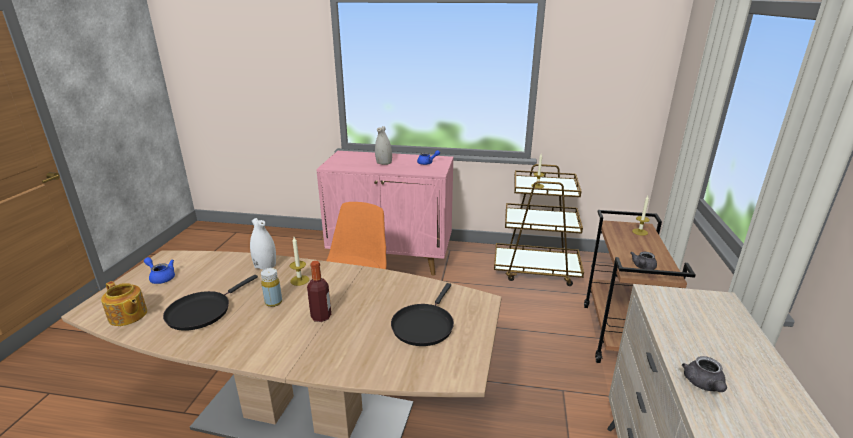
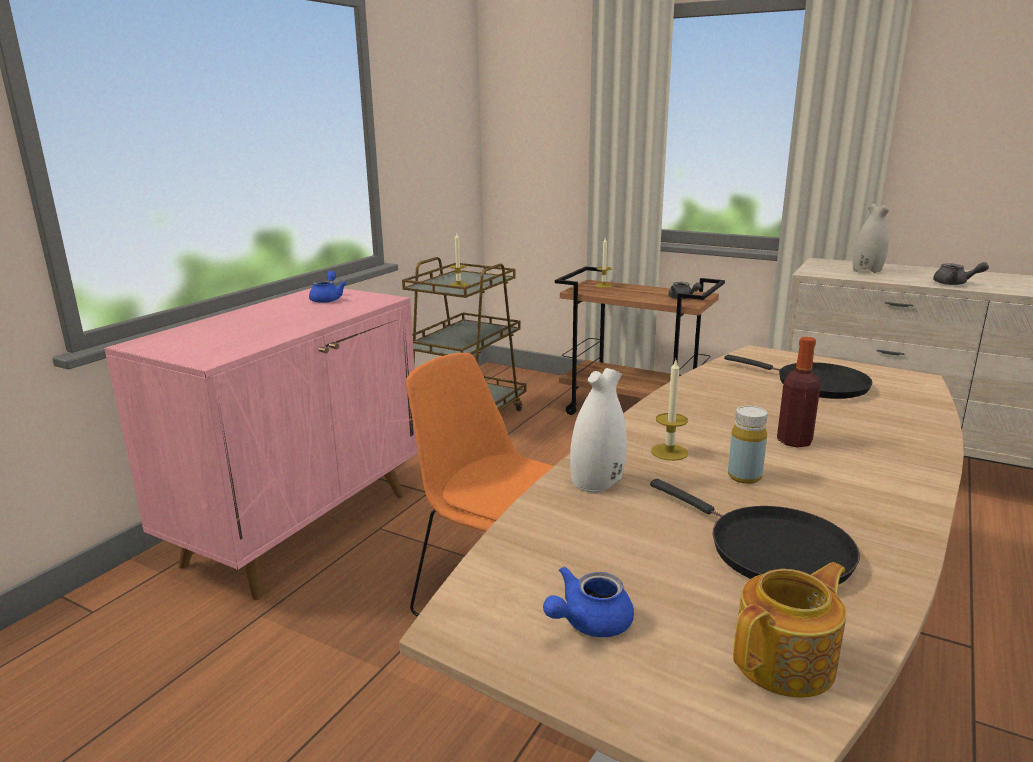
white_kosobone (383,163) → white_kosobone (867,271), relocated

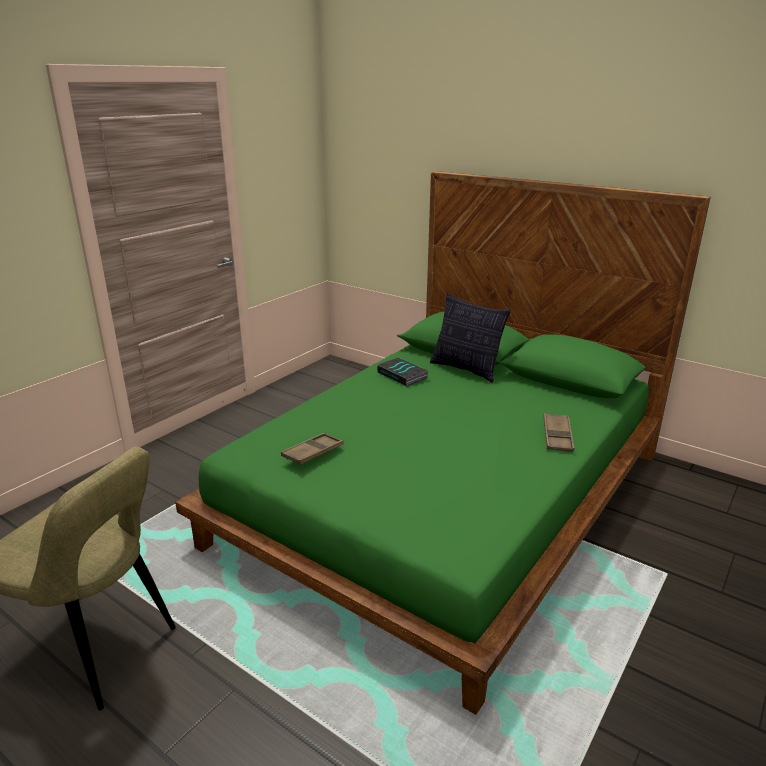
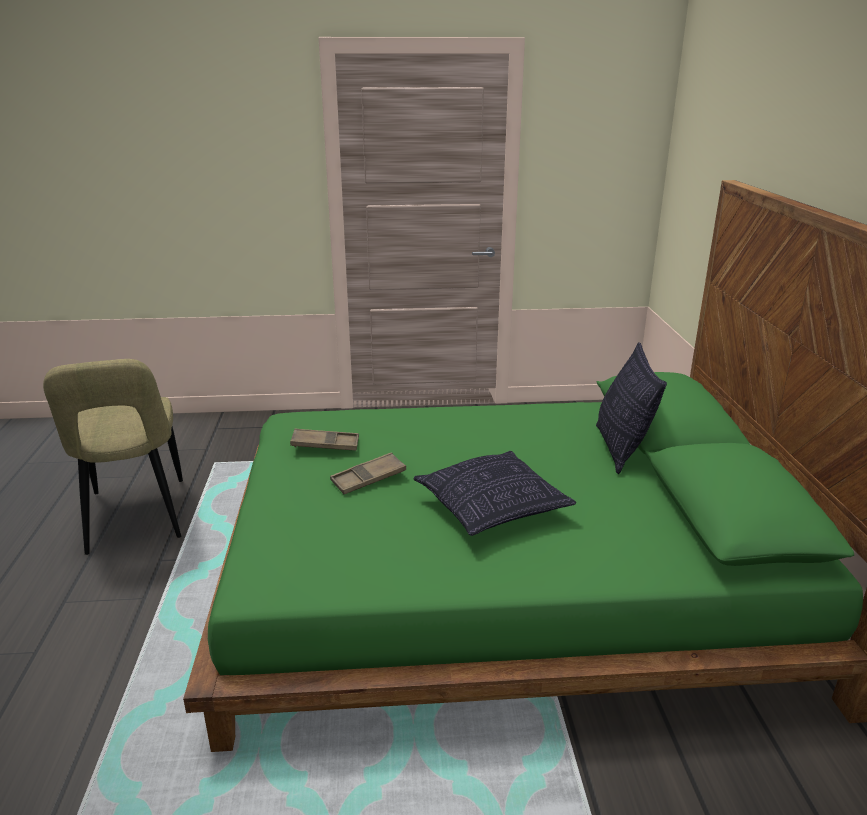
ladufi (403,375) → -
- → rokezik (491,508)
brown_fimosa (557,436) → brown_fimosa (368,478), relocated

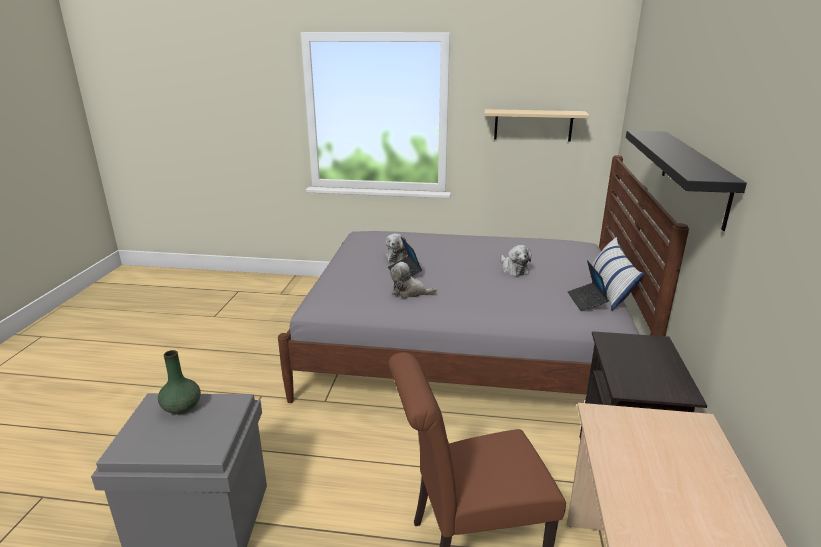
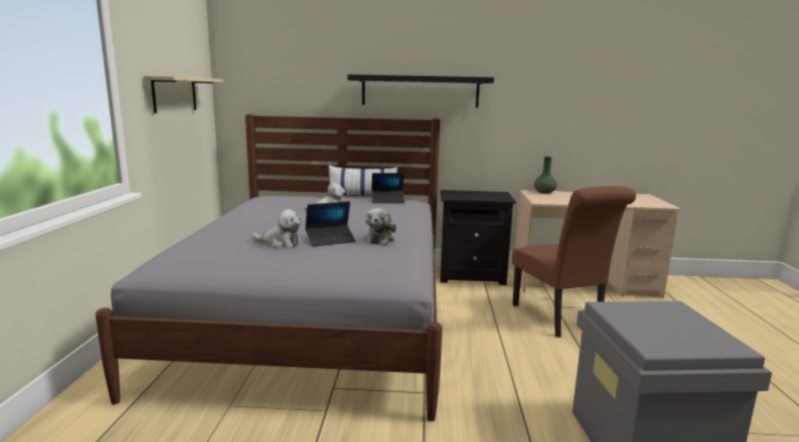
green_kosobone (181,407) → green_kosobone (544,192), relocated

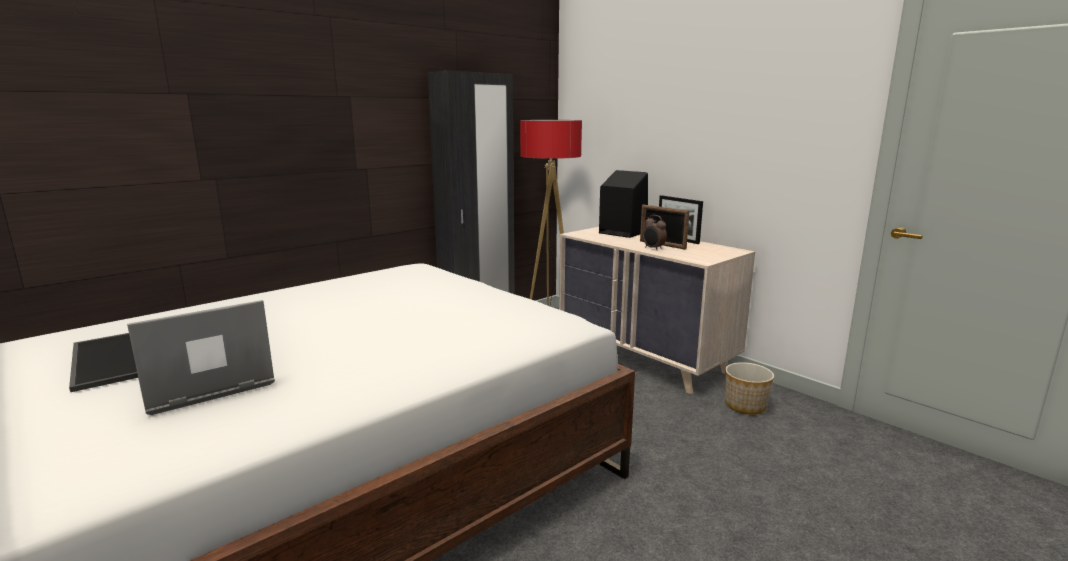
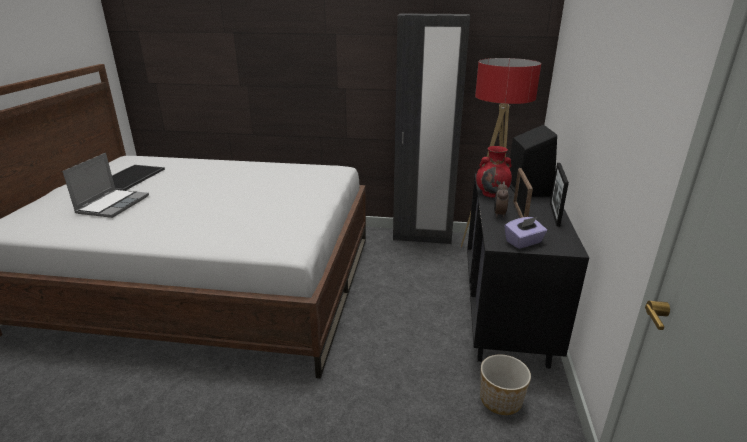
- → red_kosobone (492,193)
- → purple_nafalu (523,242)
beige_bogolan (645,358) → black_bogolan (505,313)
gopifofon (205,386) → gopifofon (113,204), 90 degrees clockwise

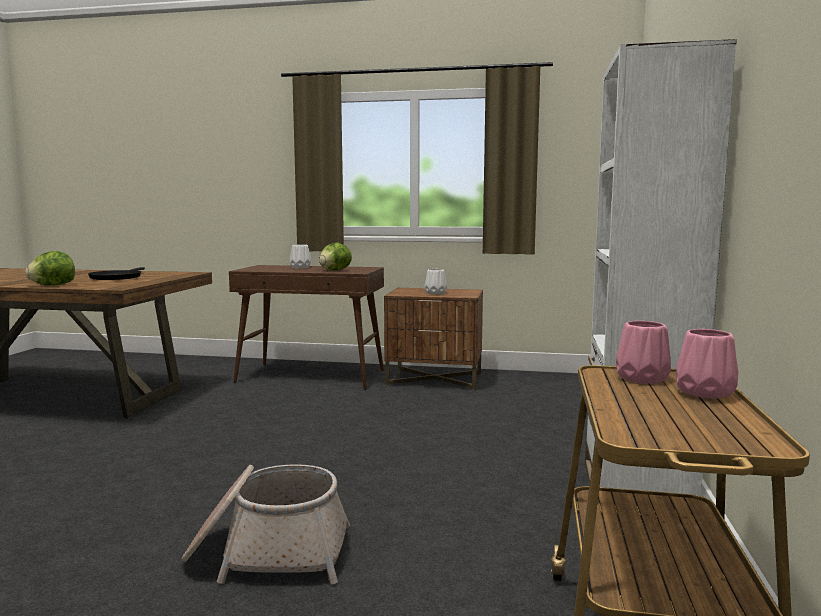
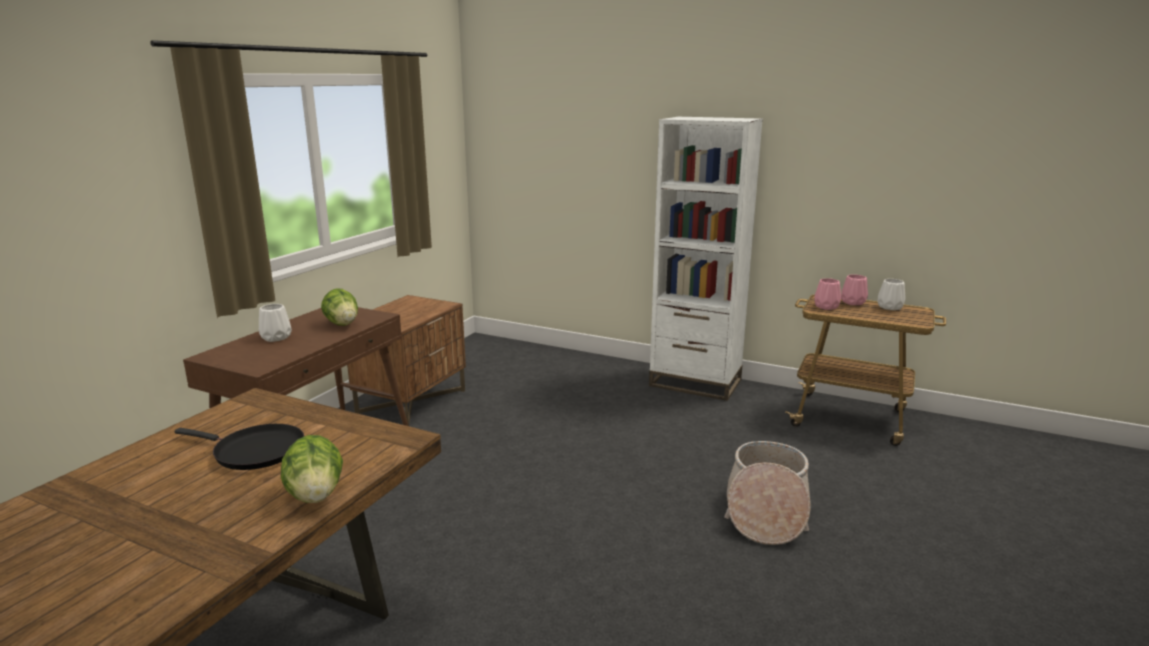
white_kosobone (436,293) → white_kosobone (889,307), relocated

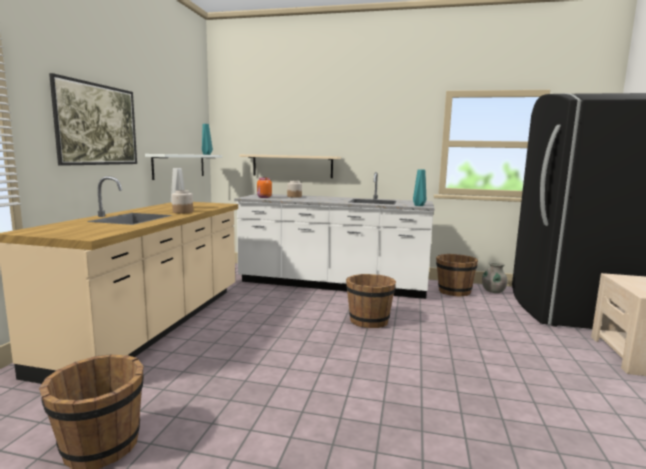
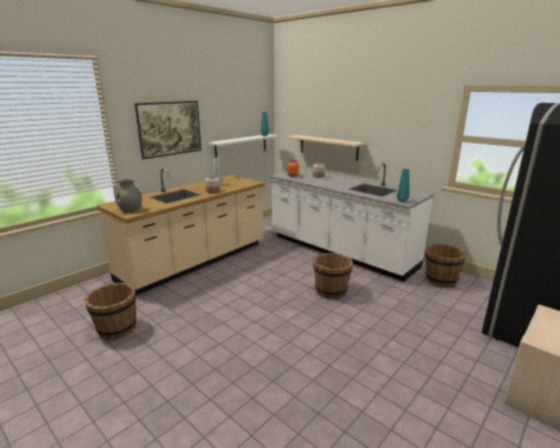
grey_kosobone (493,291) → grey_kosobone (130,209), relocated

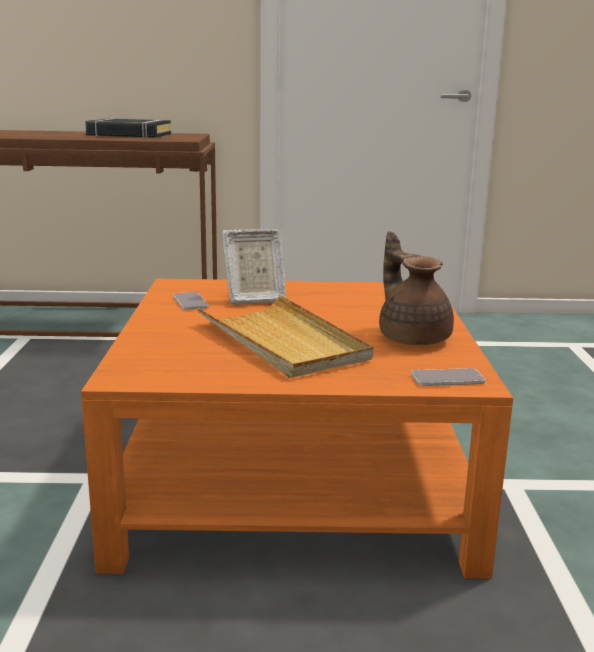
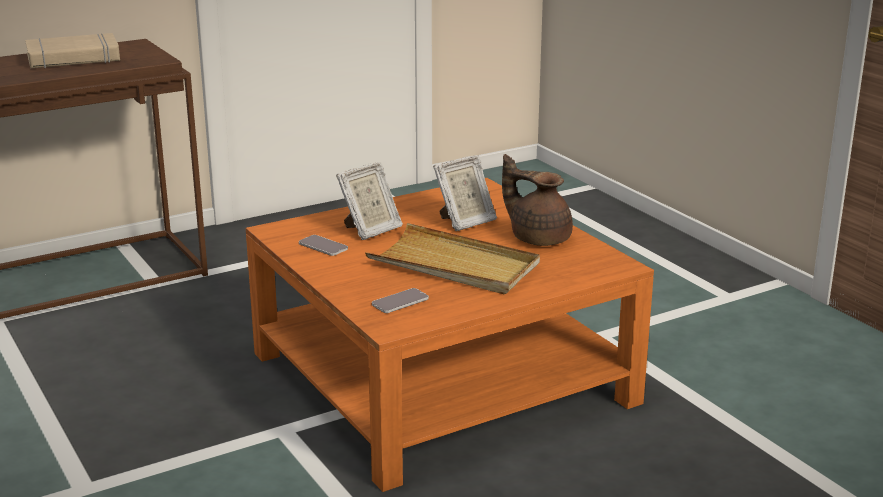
- → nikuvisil (465,222)
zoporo (447,379) → zoporo (400,302), relocated
black_ladufi (129,135) → beige_ladufi (73,59)

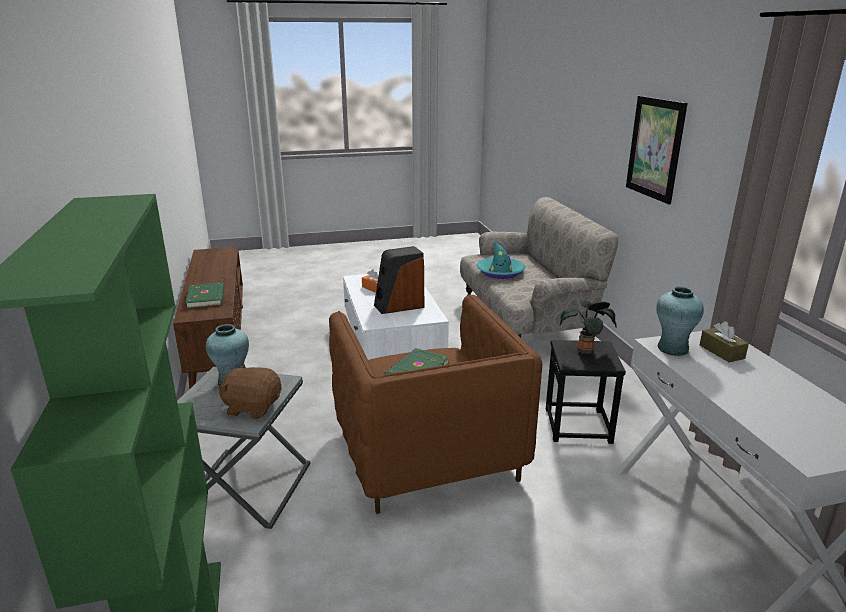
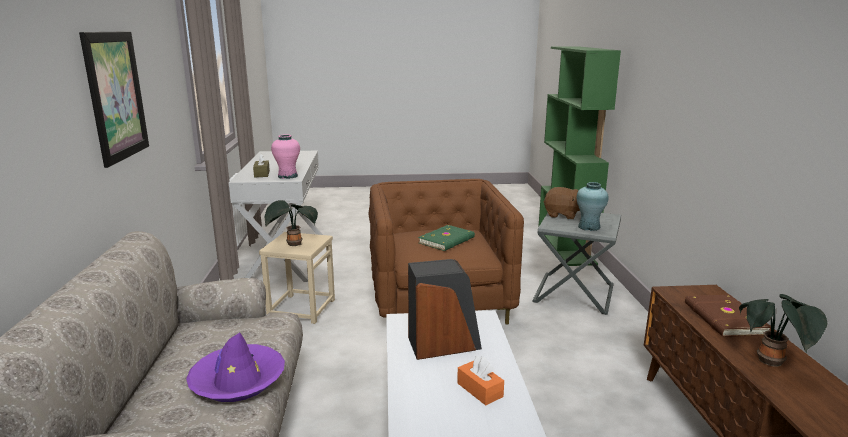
- → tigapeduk (772,363)
green_ladufi (207,297) → brown_ladufi (723,319)
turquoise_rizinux (500,272) → purple_rizinux (238,381)
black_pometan (578,425) → beige_pometan (301,308)
turquoise_kosobone (672,348) → pink_kosobone (288,176)

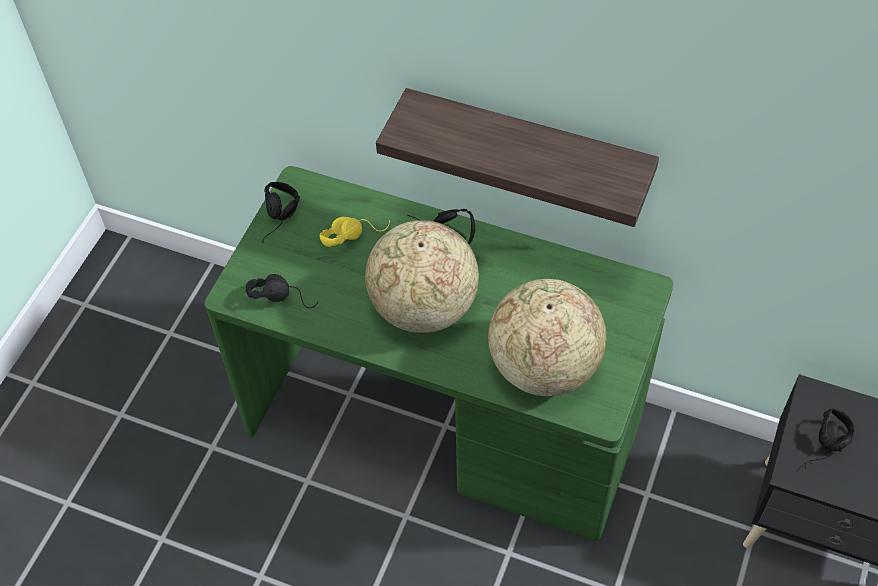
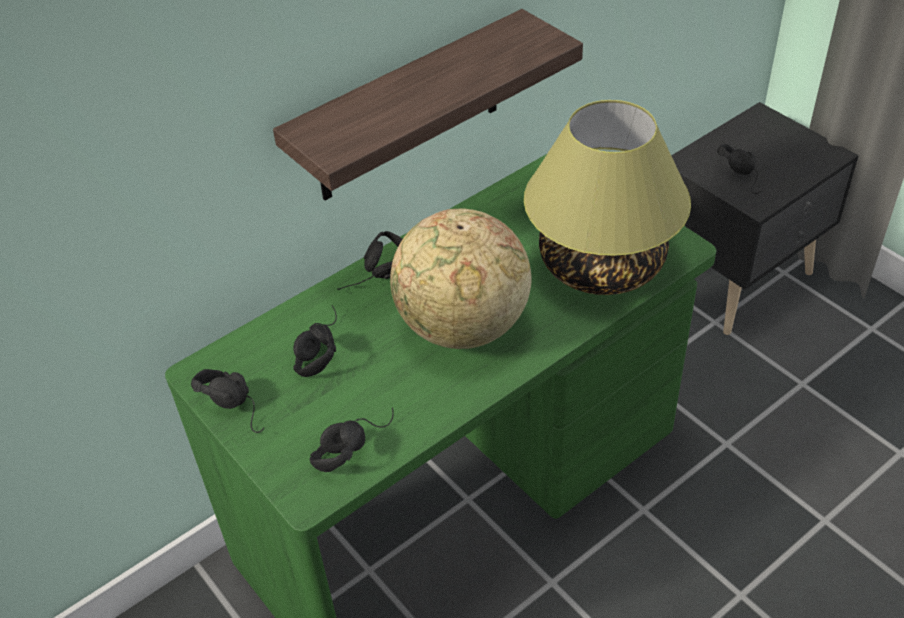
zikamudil (543,366) → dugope (600,265)
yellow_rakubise (353,234) → black_rakubise (316,348)

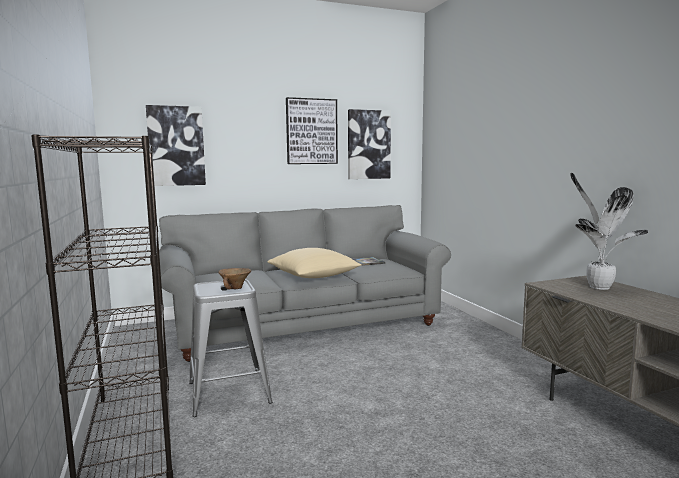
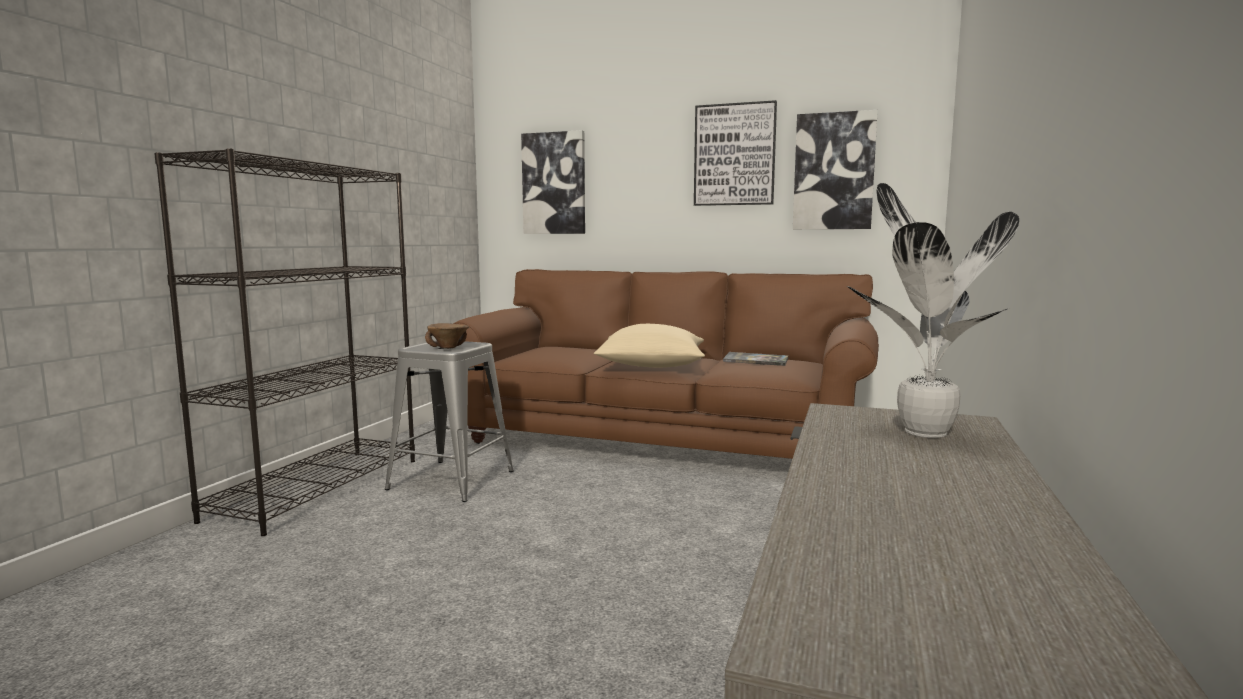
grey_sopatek (303,323) → brown_sopatek (663,438)

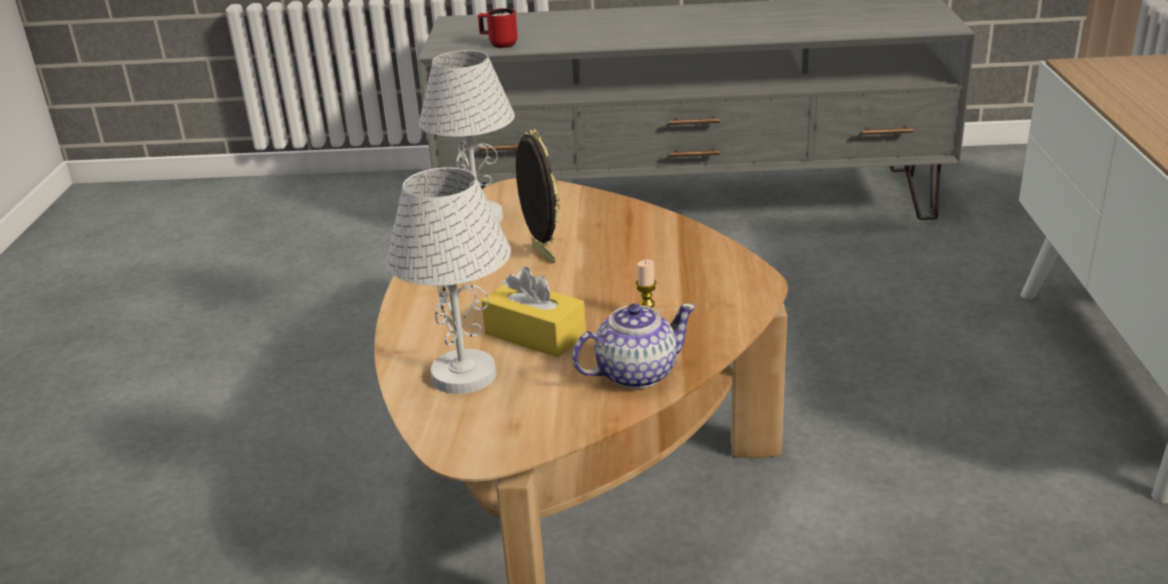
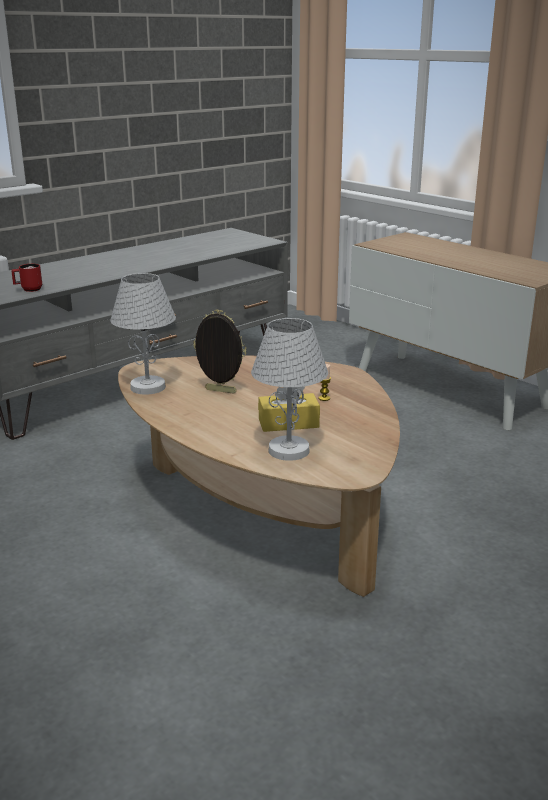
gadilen (635,373) → -

